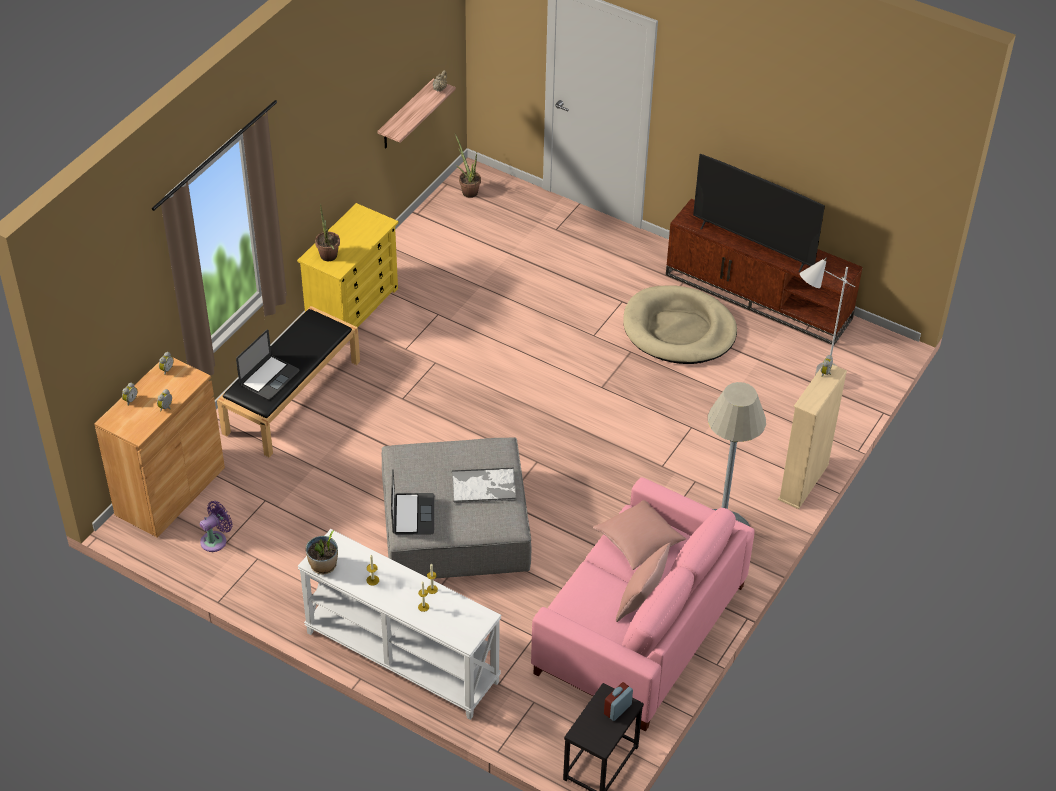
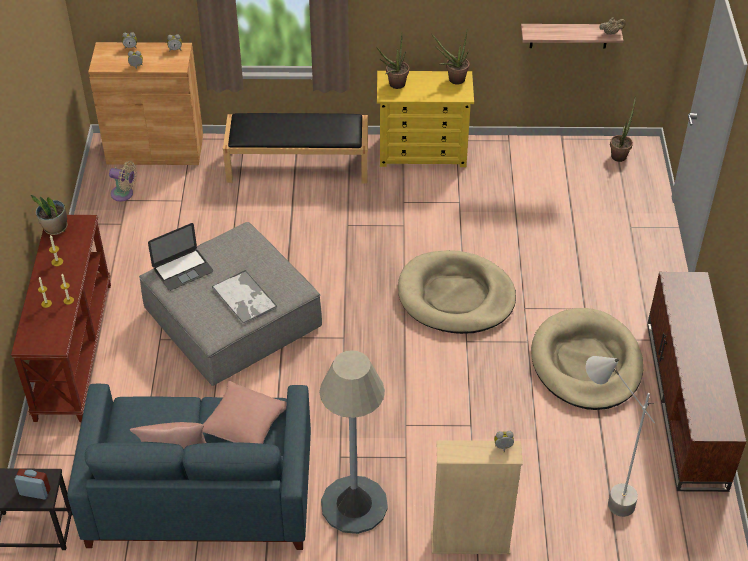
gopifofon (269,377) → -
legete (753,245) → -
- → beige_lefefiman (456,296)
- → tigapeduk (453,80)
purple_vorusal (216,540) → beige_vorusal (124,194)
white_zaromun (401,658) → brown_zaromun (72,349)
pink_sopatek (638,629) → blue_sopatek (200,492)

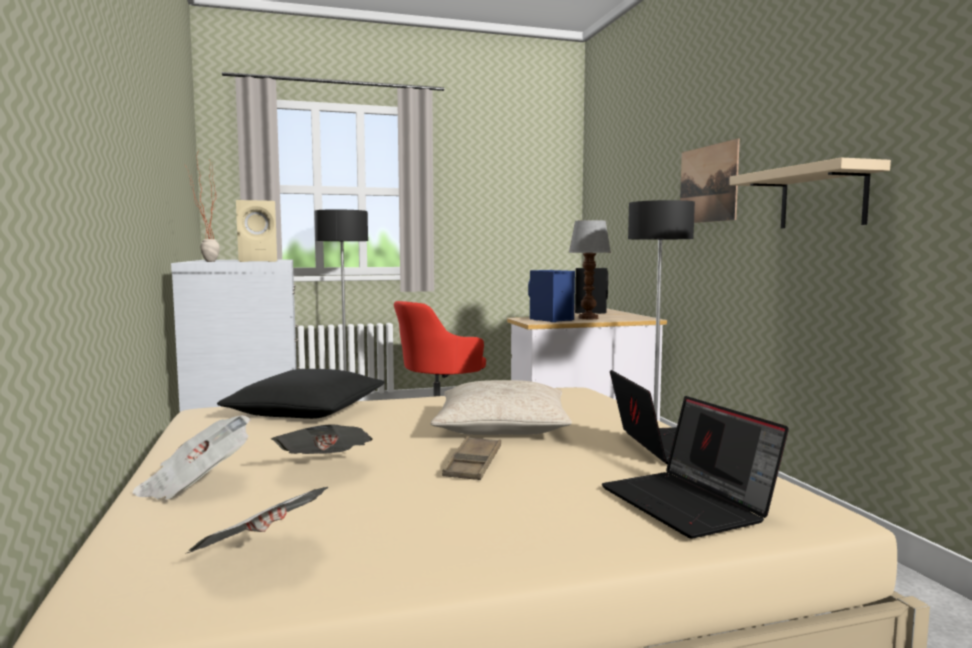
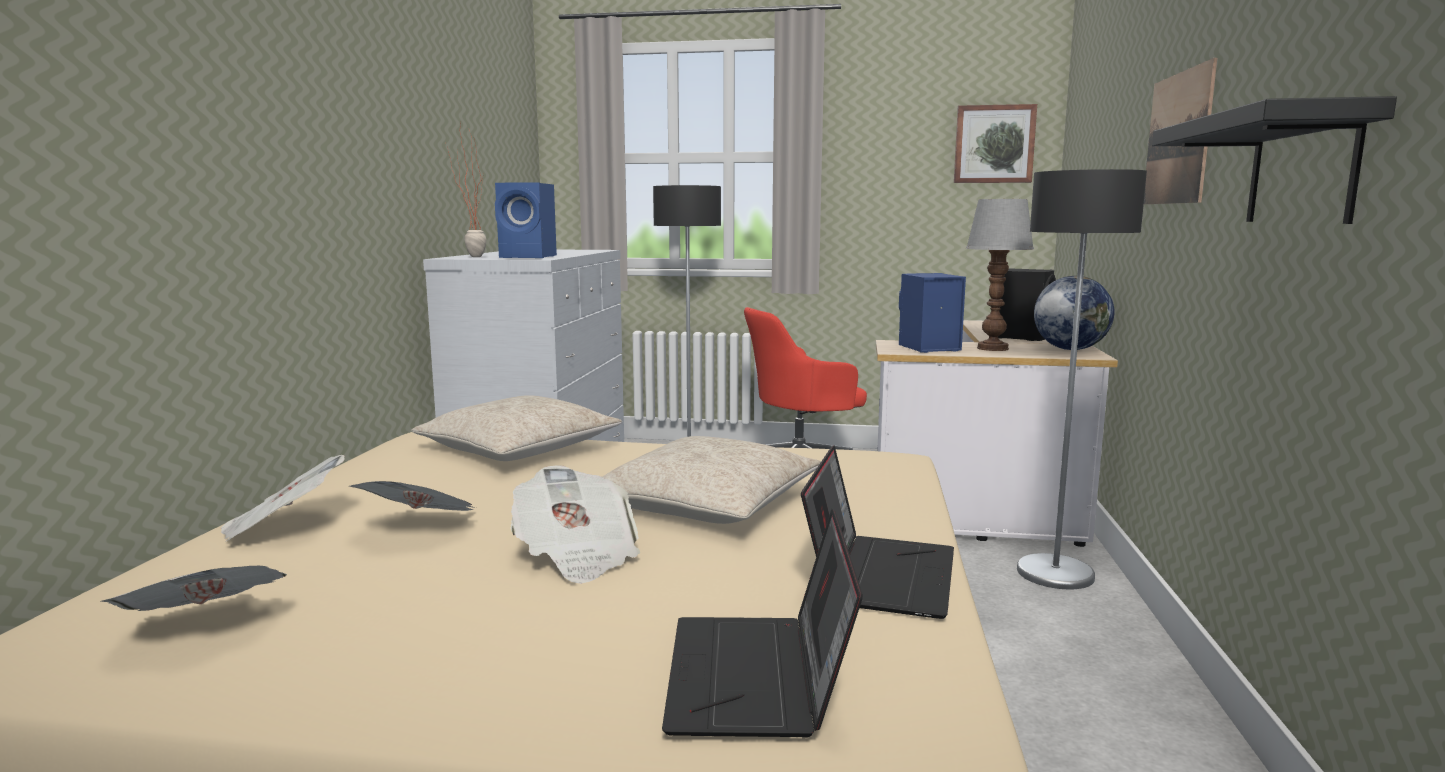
- → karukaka (994,144)
- → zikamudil (1070,349)
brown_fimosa (473,464) → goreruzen (577,556)
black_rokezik (306,411) → beige_rokezik (518,449)
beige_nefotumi (260,261) → blue_nefotumi (530,257)
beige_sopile (822,198) → black_sopile (1302,169)

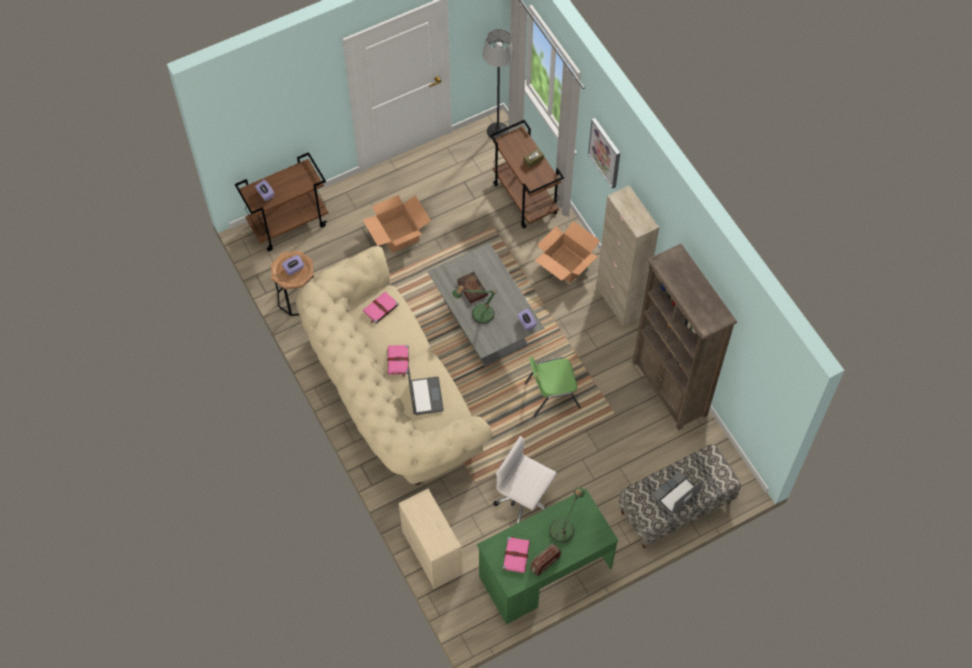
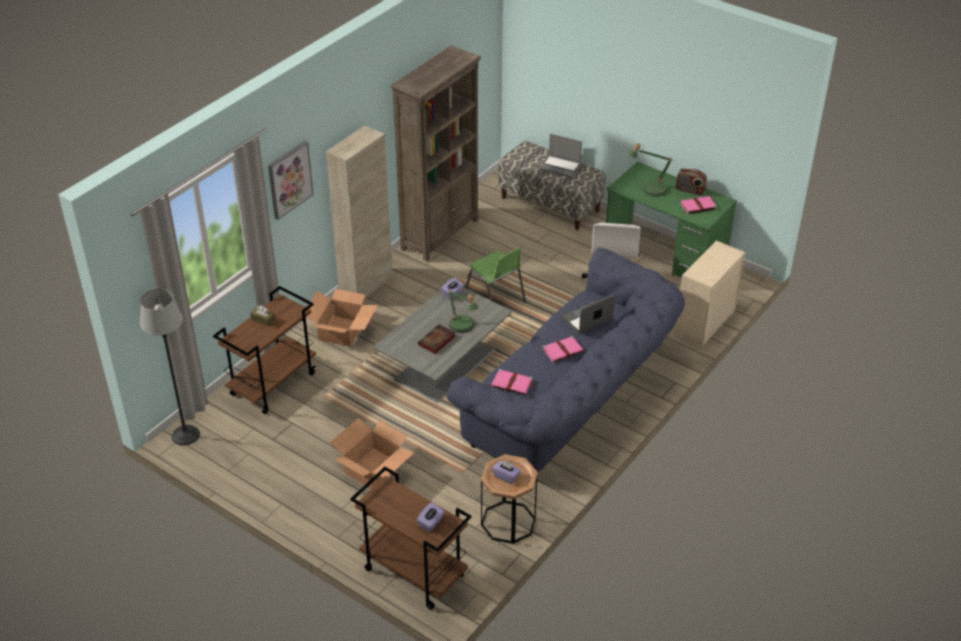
beige_sopatek (390,395) → blue_sopatek (573,403)

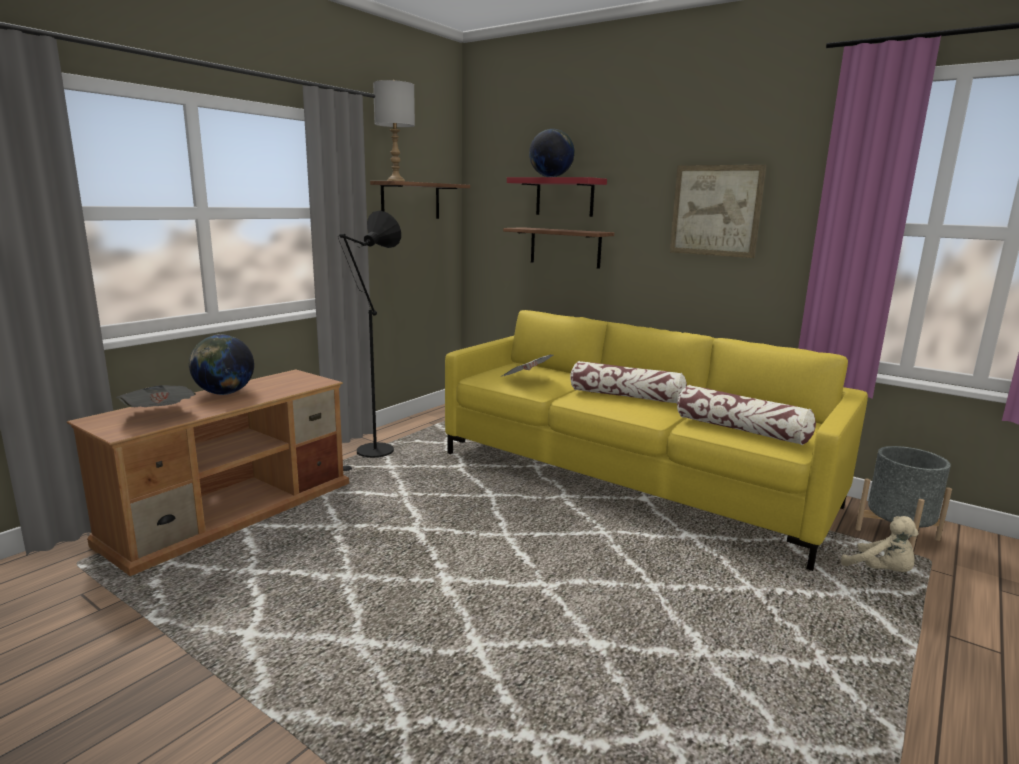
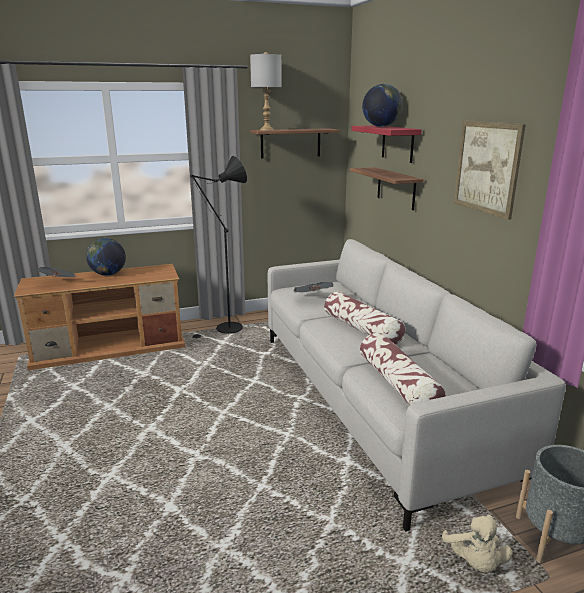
yellow_sopatek (629,479) → grey_sopatek (372,400)

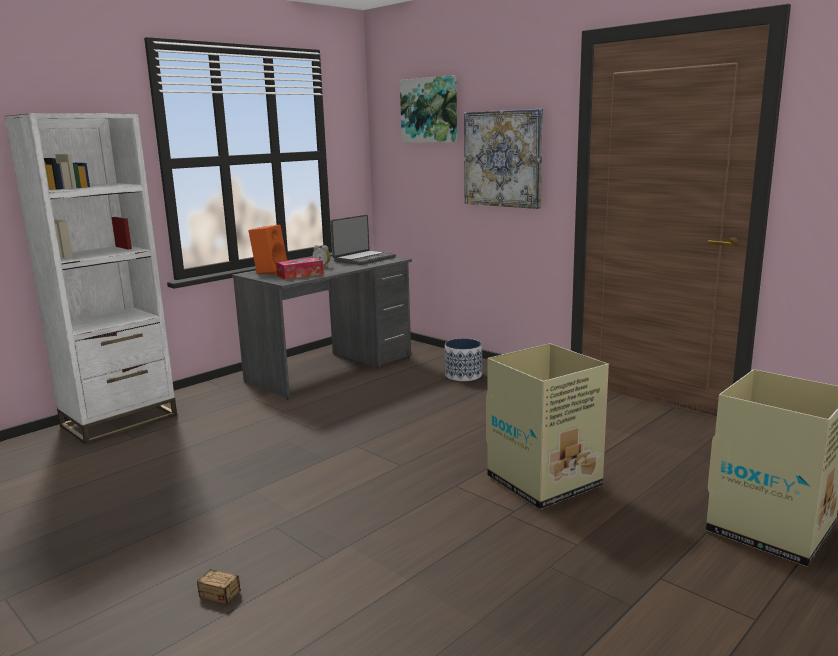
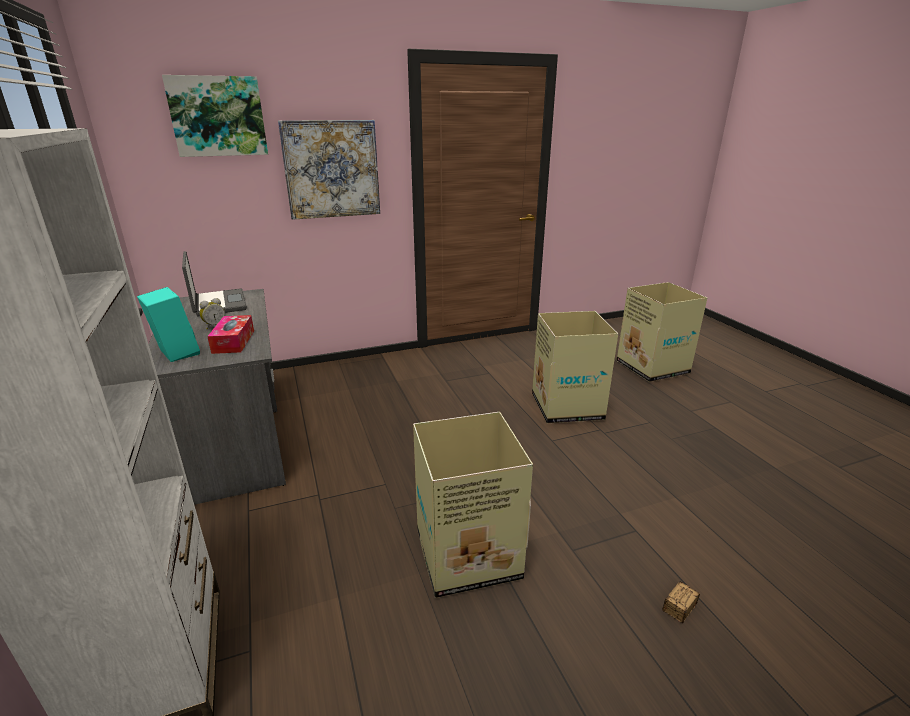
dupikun (463,375) → -
- → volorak (465,555)
orange_nefotumi (270,271) → turquoise_nefotumi (175,353)

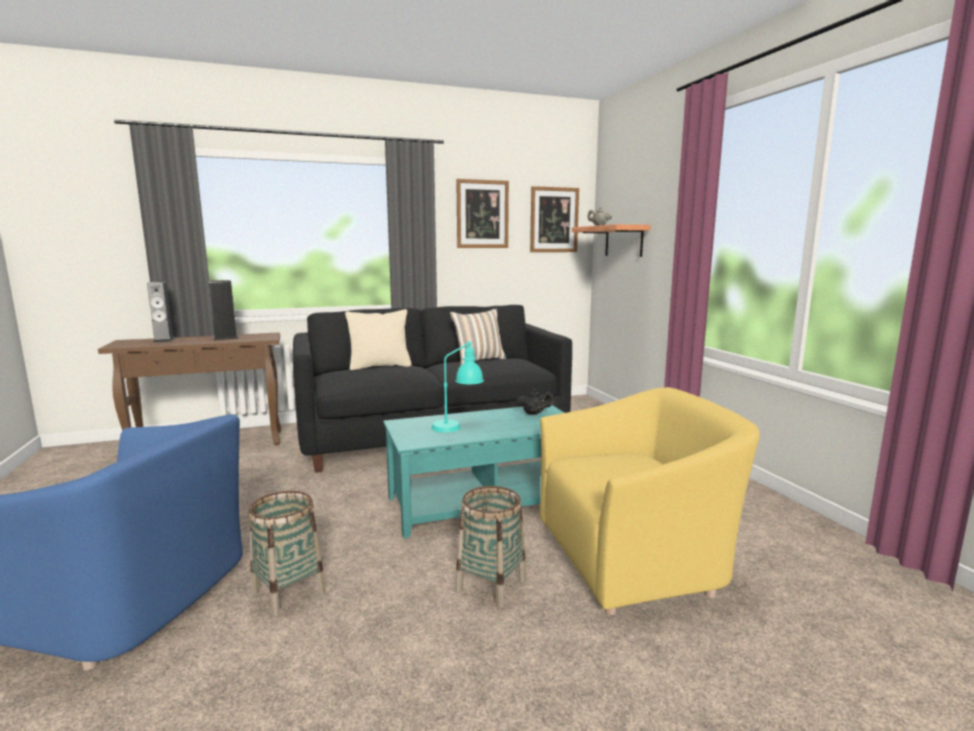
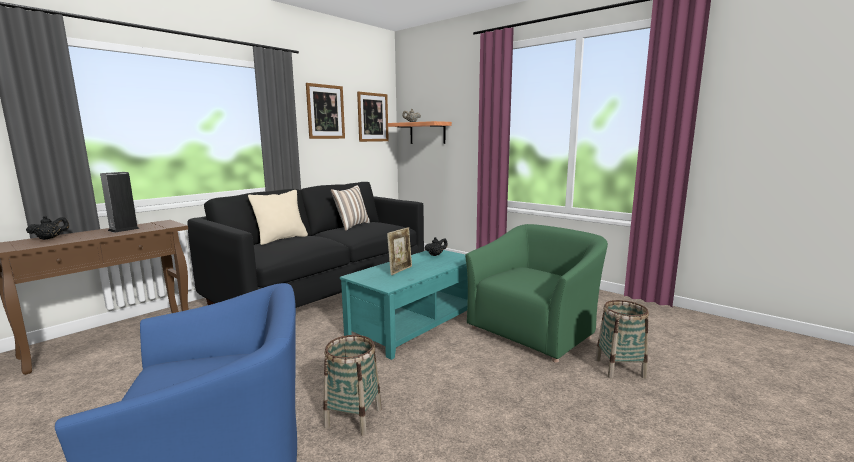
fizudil (491,585) → fizudil (620,368), relocated
nefotumi (164,340) → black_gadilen (50,238)
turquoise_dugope (458,425) → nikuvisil (400,270)
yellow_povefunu (633,556) → green_povefunu (534,330)

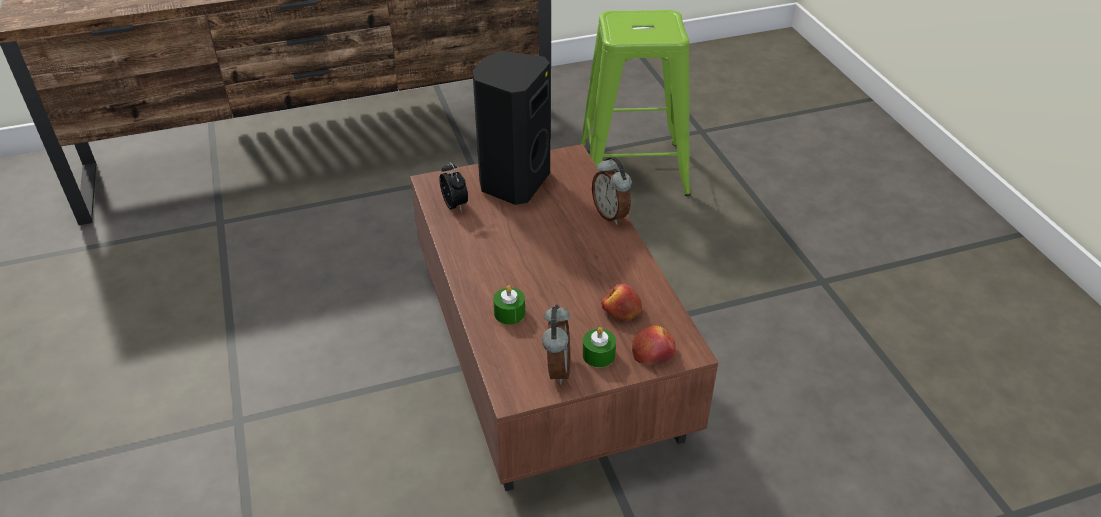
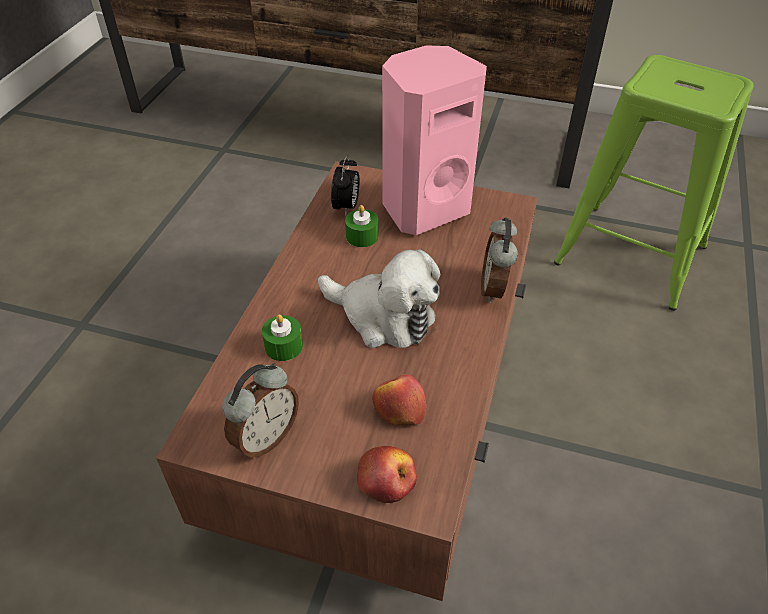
- → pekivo (383,317)
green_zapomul (598,355) → green_zapomul (362,236), relocated
black_nefotumi (512,182) → pink_nefotumi (424,208)

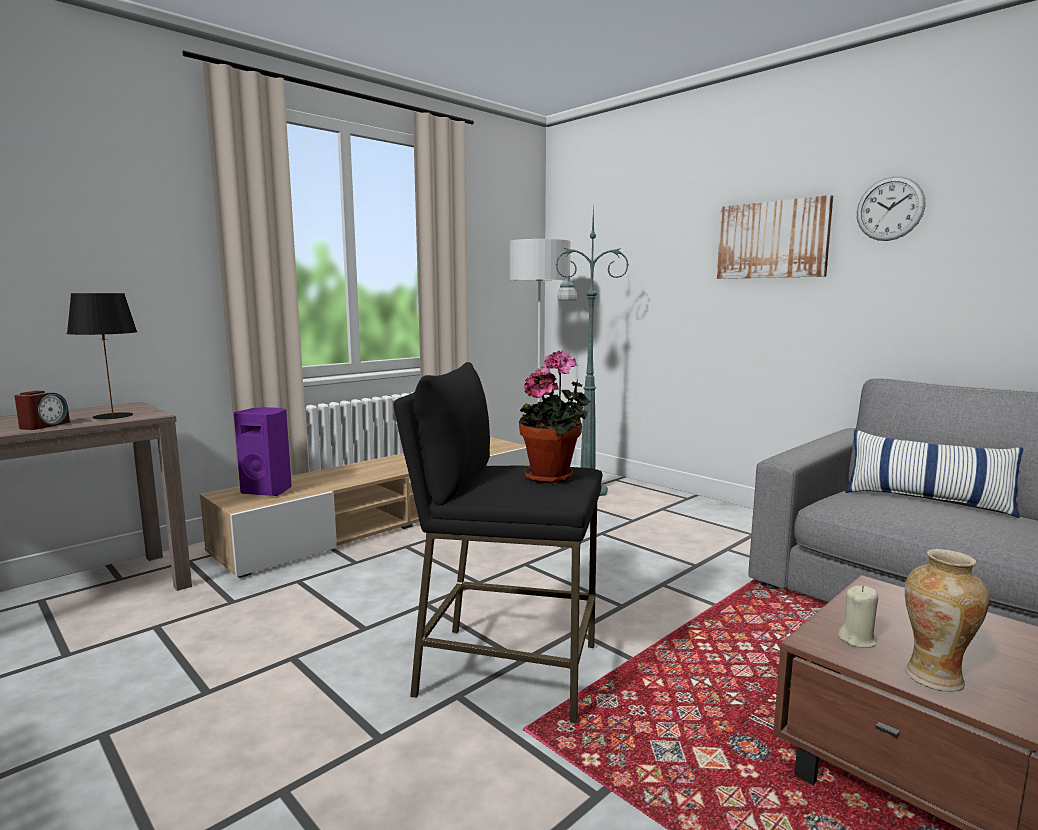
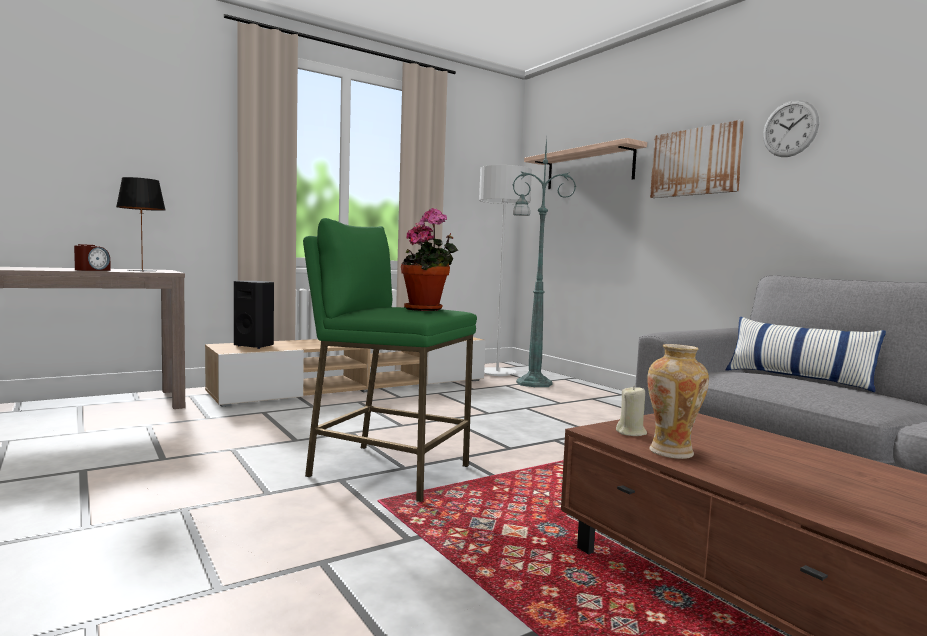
- → sopile (589,168)
purple_nefotumi (268,491) → black_nefotumi (255,346)
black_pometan (506,670) → green_pometan (388,471)

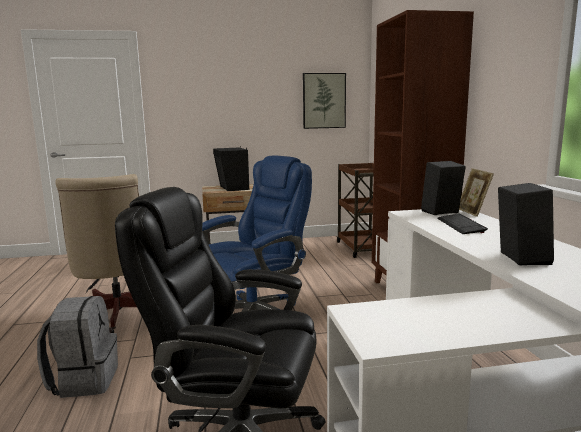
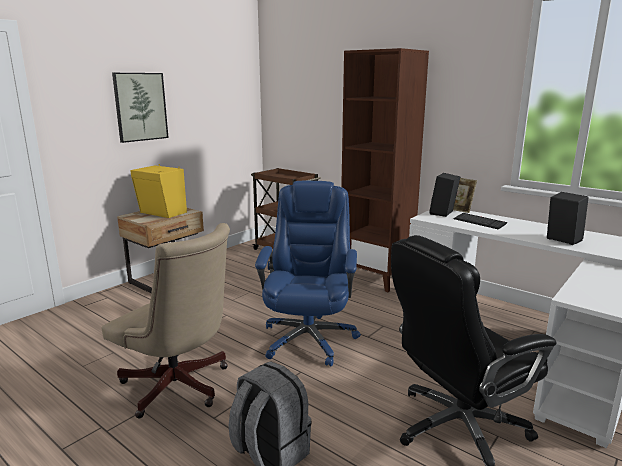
karukaka (324,101) → karukaka (140,107), relocated
black_nefotumi (232,188) → yellow_nefotumi (162,213)

